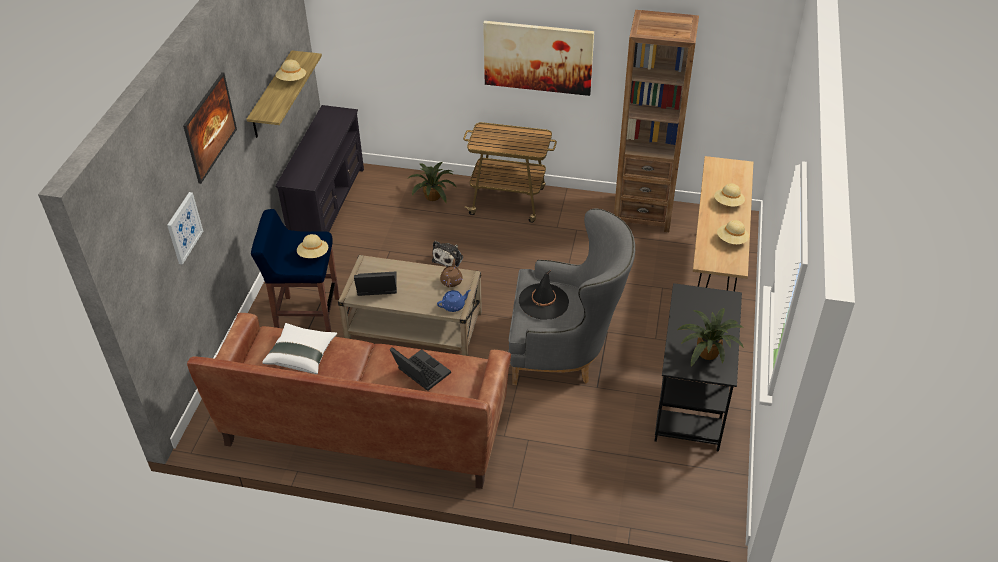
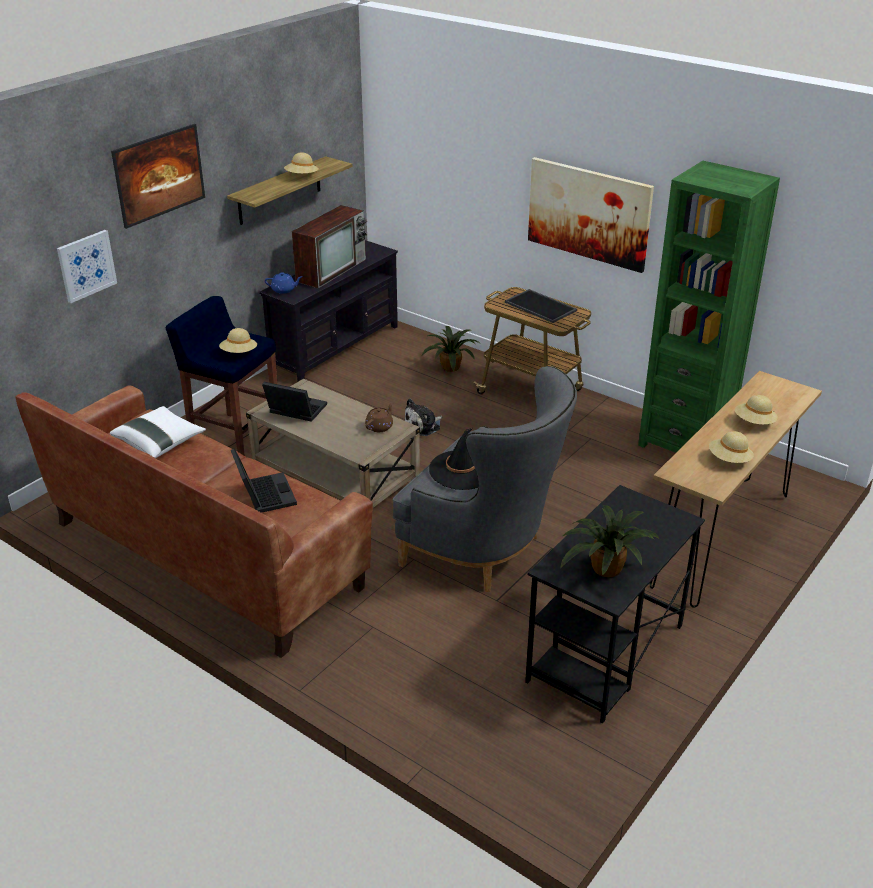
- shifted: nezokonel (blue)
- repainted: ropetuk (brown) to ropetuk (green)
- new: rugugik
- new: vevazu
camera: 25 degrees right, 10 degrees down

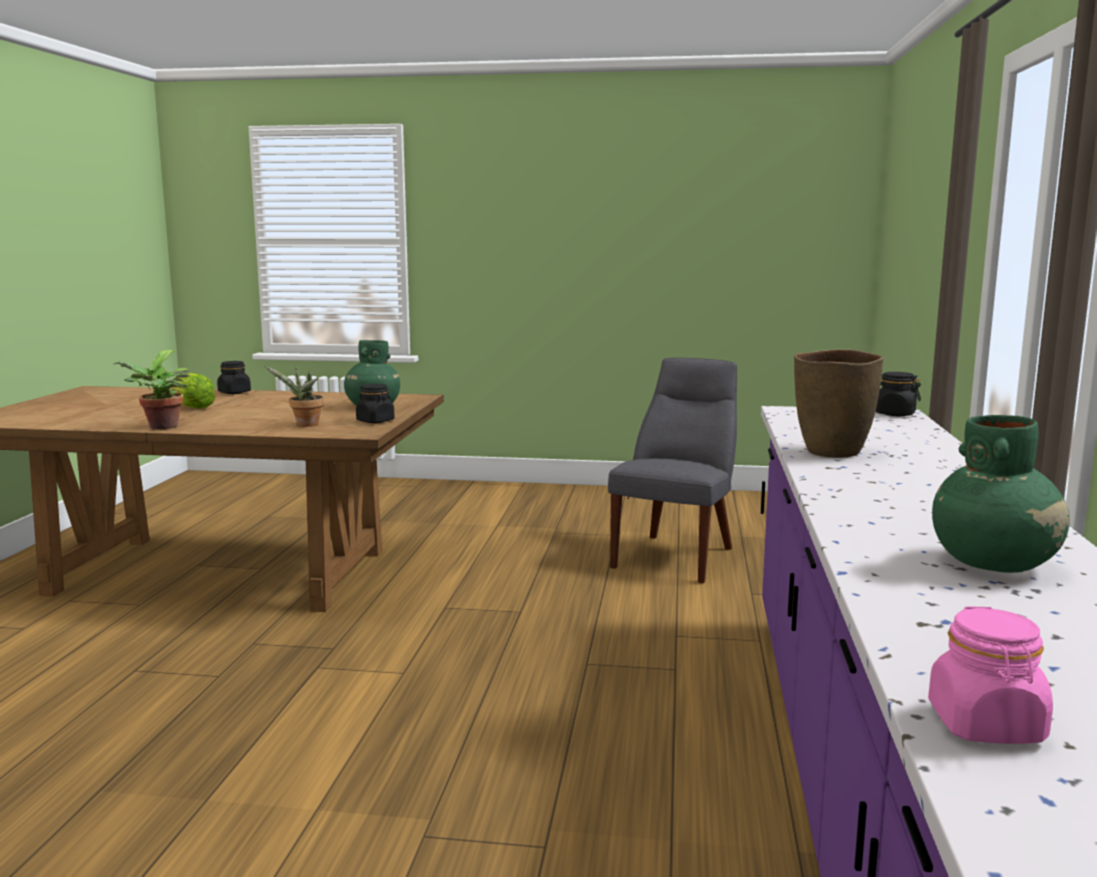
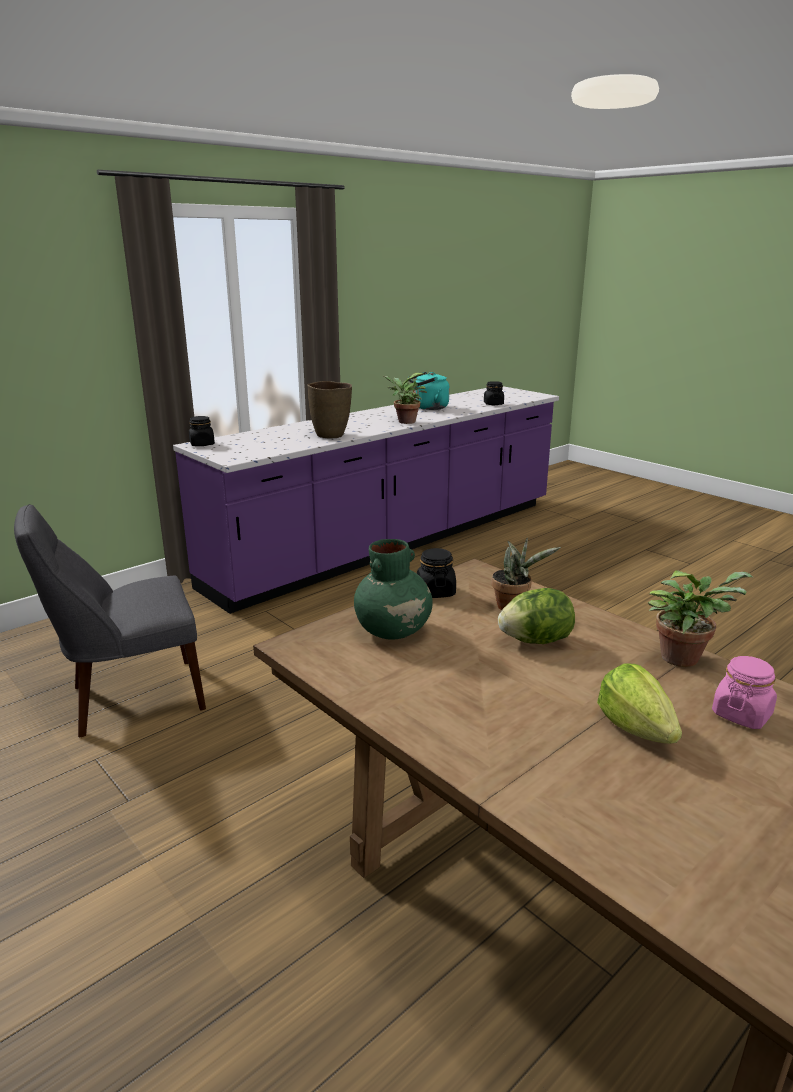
- shifted: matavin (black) (no. 1 from left in the first image) to matavin (black) (no. 3 from left)
- shifted: matavin (pink)
- swapped: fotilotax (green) (no. 2 from left) to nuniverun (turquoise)
- new: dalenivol (no. 1 from left)
- new: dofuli (no. 1 from left)
camera: 140 degrees left, 10 degrees up

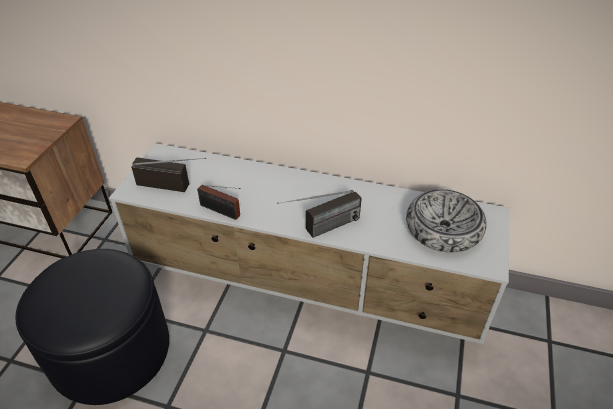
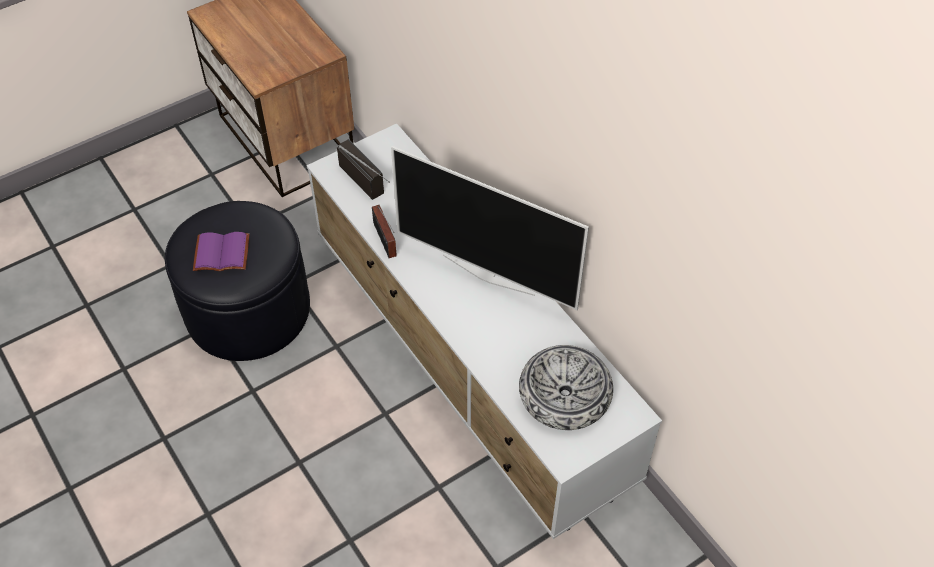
- gone: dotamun (no. 3 from left)
- new: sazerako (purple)
- new: rugugik
camera: 40 degrees right, 10 degrees up

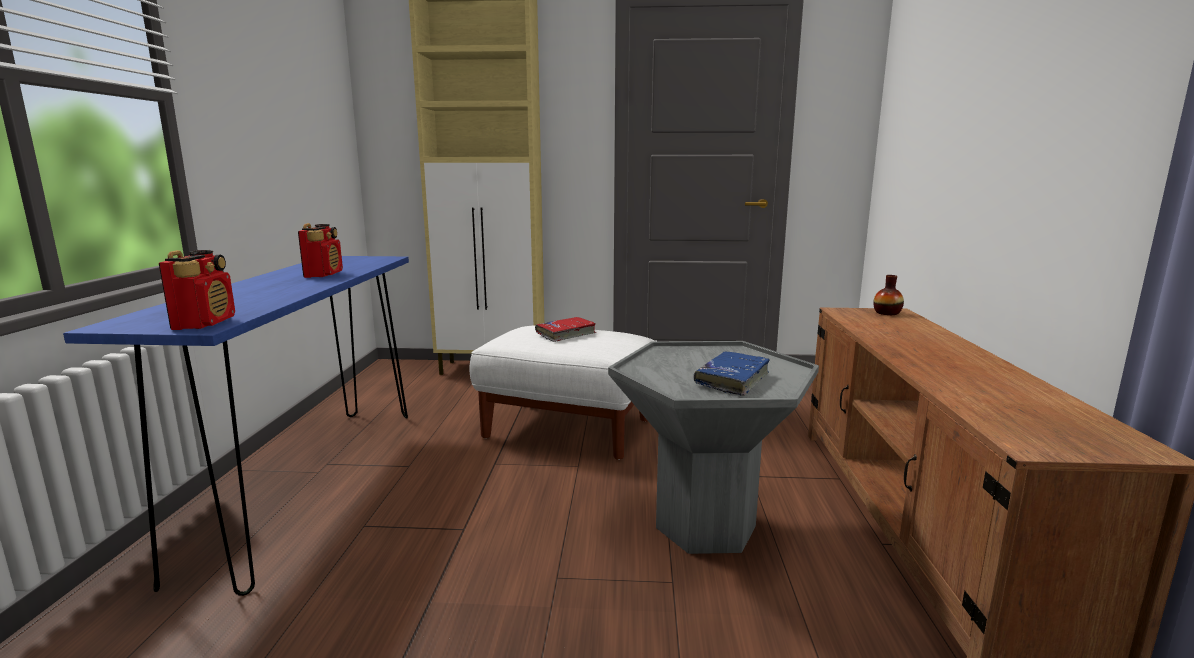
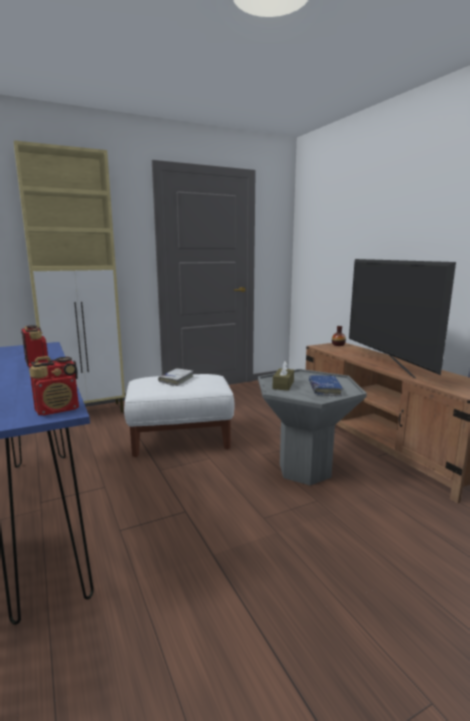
- rotated: dotamun (no. 1 from left in the first image) 90 degrees clockwise
- repainted: sazerako (red) to sazerako (white)
- new: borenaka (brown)
- new: rugugik
camera: 30 degrees left, 0 degrees up

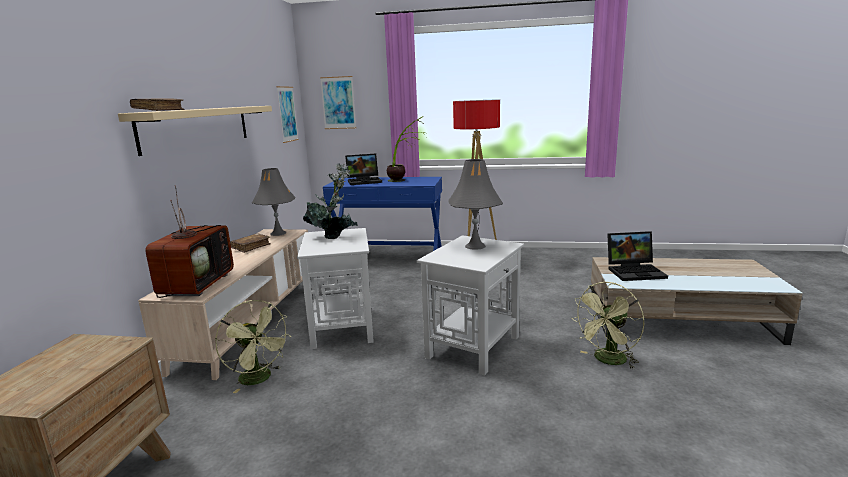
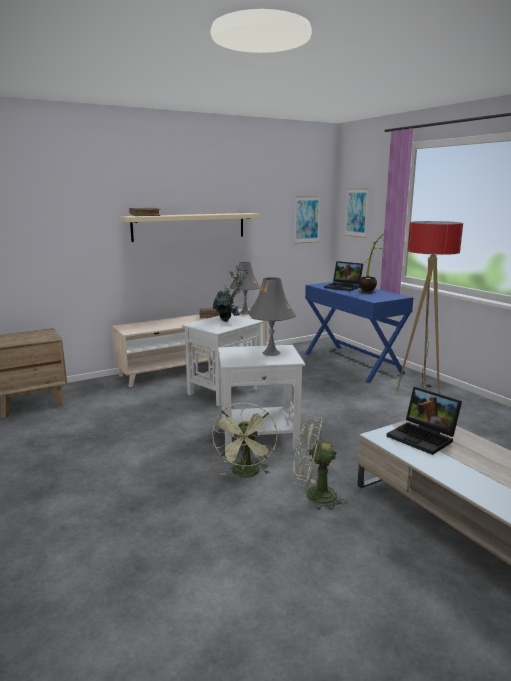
- gone: rugugik
- shifted: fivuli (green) (no. 1 from left)
camera: 50 degrees right, 0 degrees up

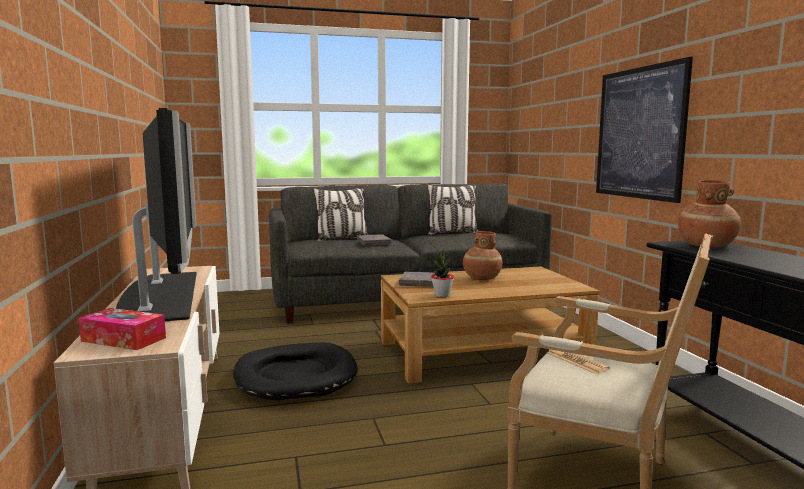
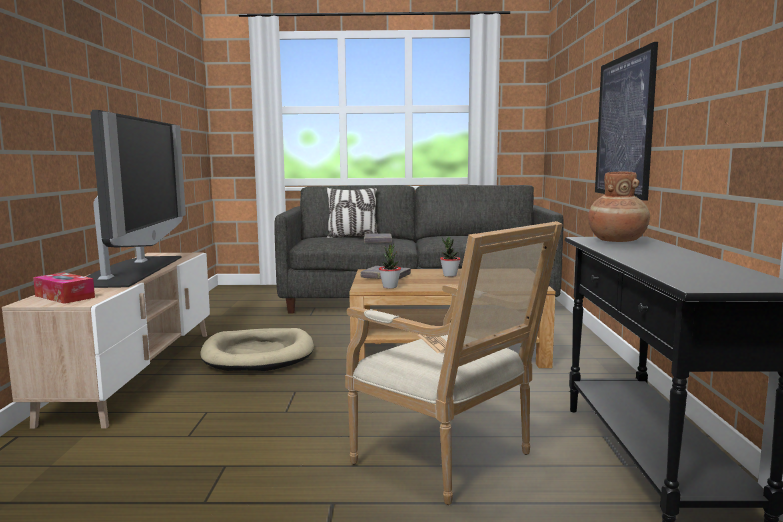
- repainted: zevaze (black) to zevaze (beige)
- gone: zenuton (no. 2 from left)
- swapped: fotilotax (brown) (no. 1 from left) to dalenivol (no. 2 from left)
camera: 15 degrees right, 0 degrees up

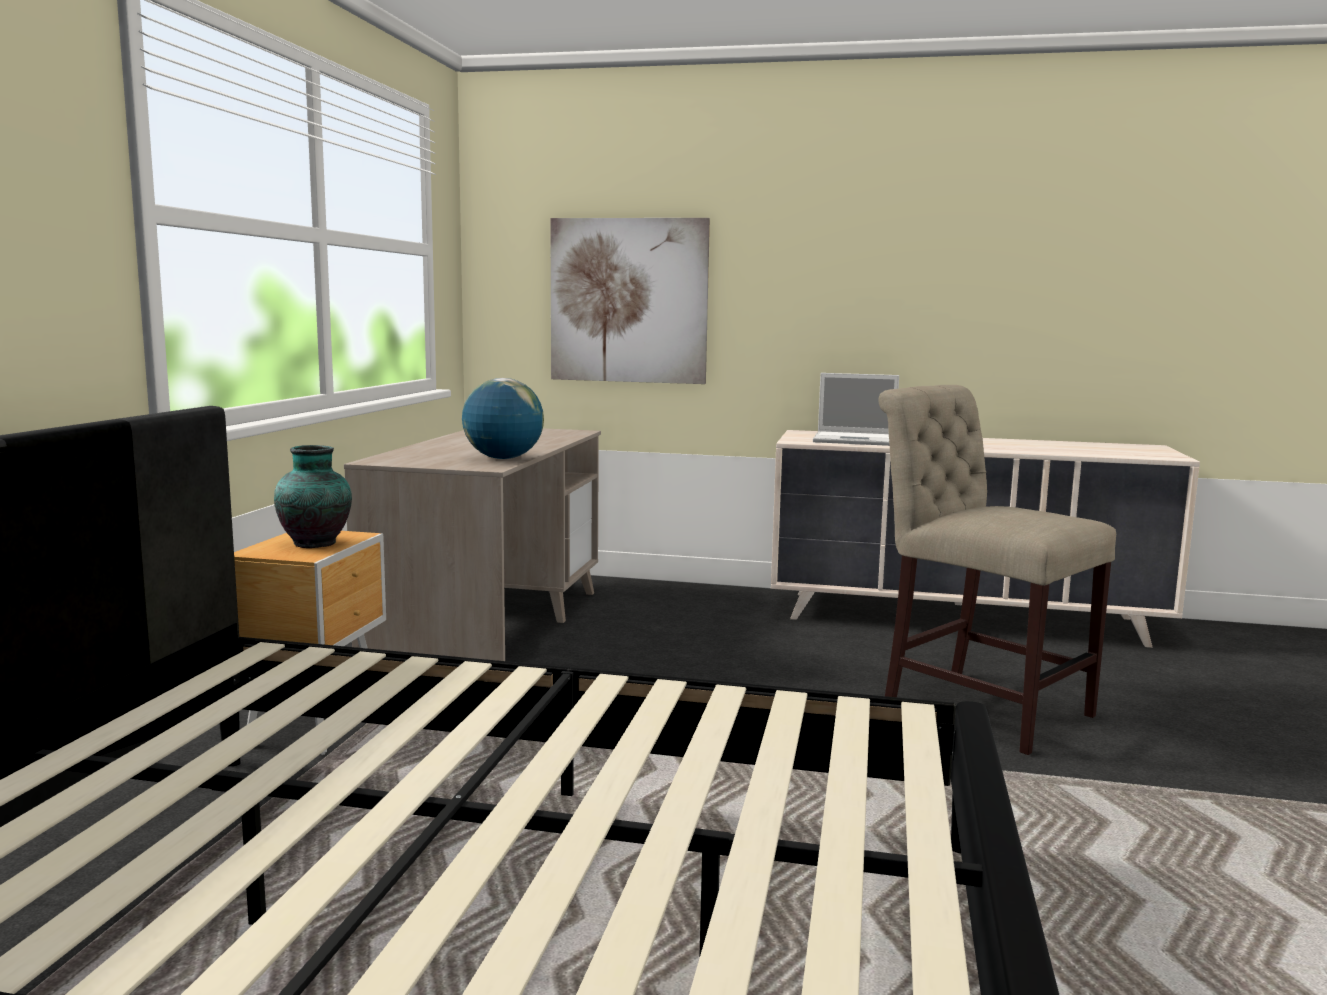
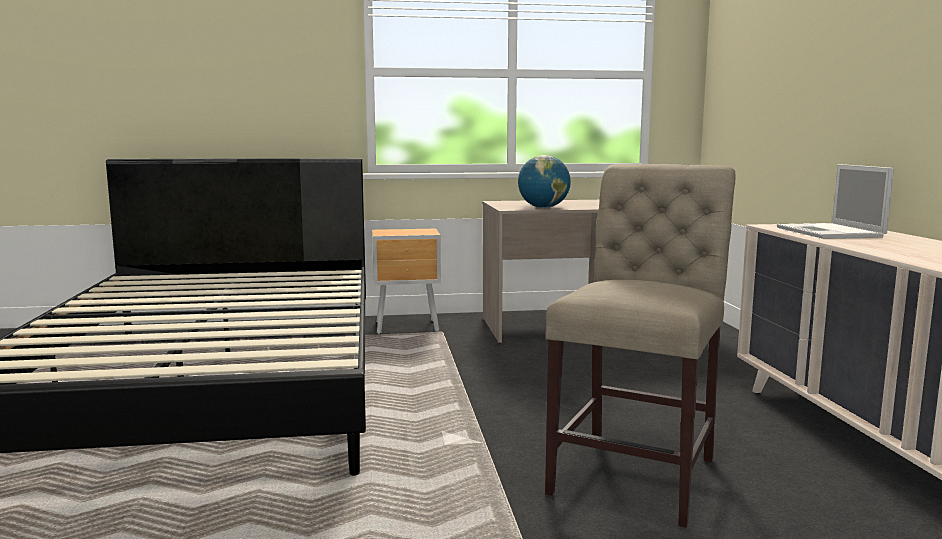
- gone: fotilotax
- gone: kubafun
camera: 70 degrees right, 0 degrees up

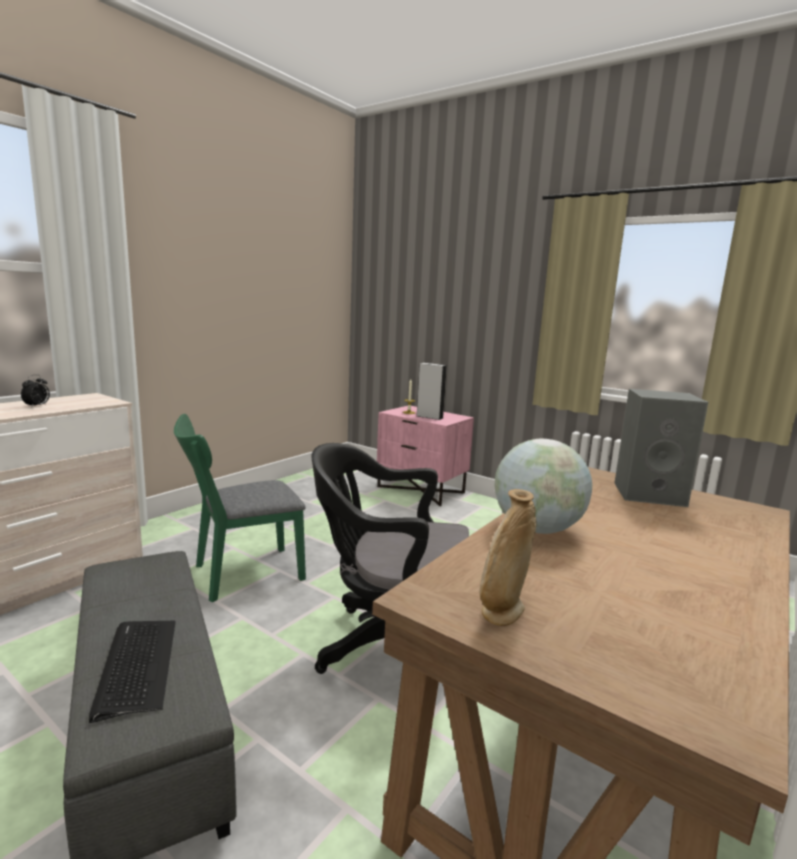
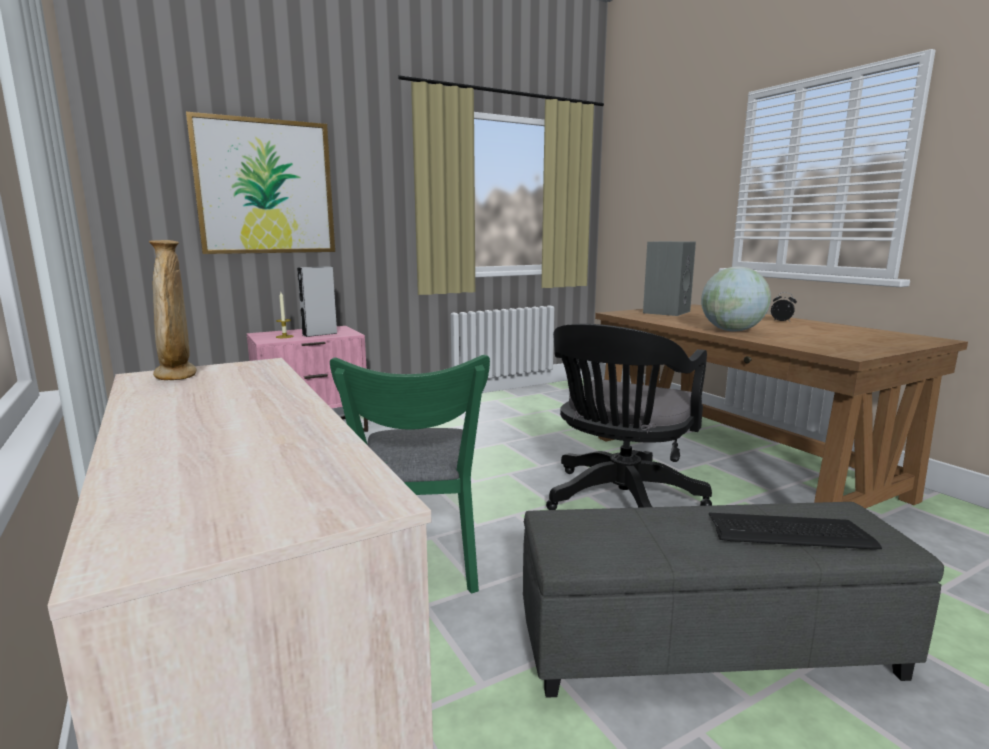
- shifted: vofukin
- shifted: fotilotax (beige)
- new: kubafun
camera: 65 degrees left, 0 degrees up

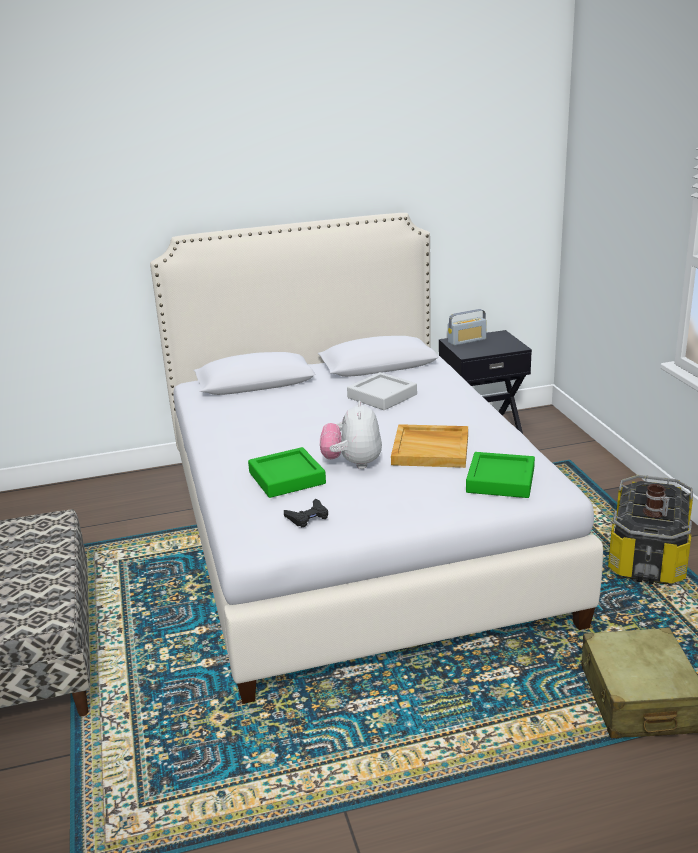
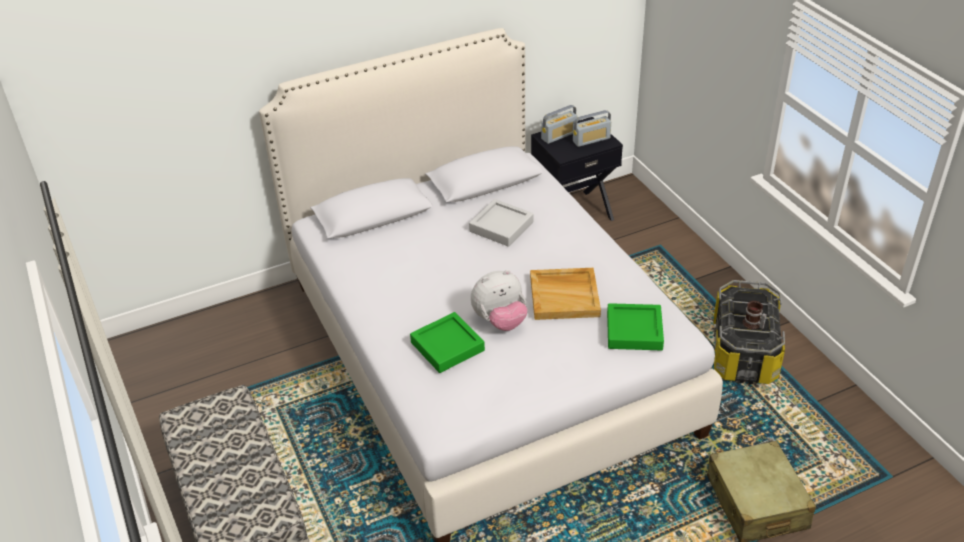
- gone: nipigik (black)
- rotated: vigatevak 105 degrees counterclockwise
- new: dotamun (no. 2 from left)
camera: 10 degrees left, 15 degrees up

